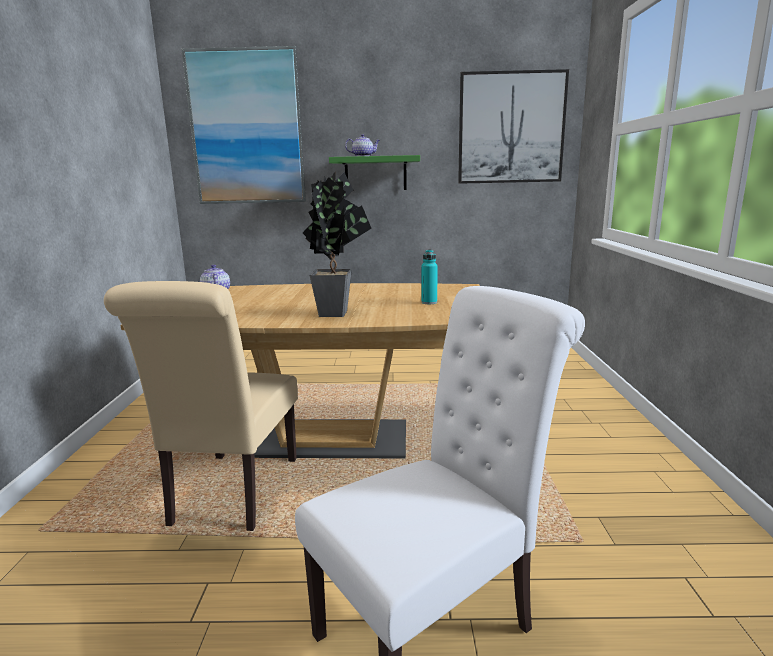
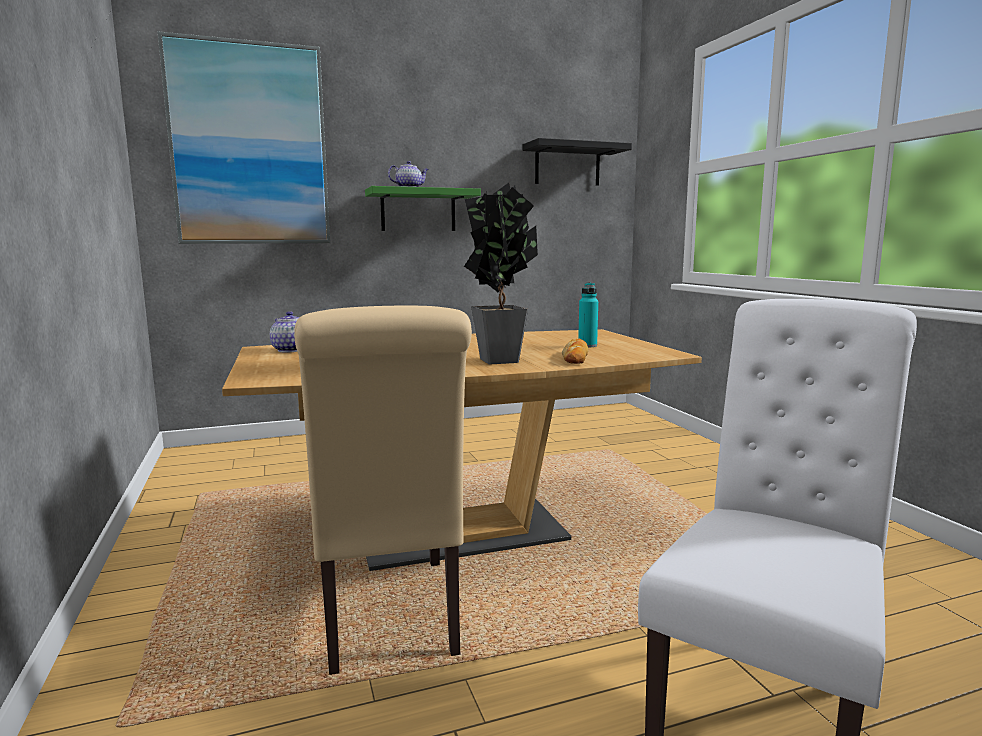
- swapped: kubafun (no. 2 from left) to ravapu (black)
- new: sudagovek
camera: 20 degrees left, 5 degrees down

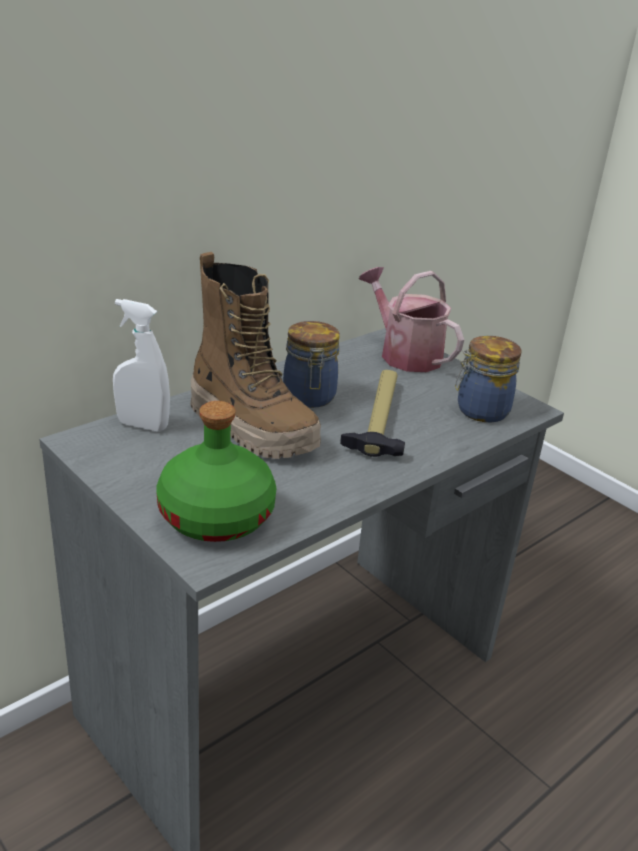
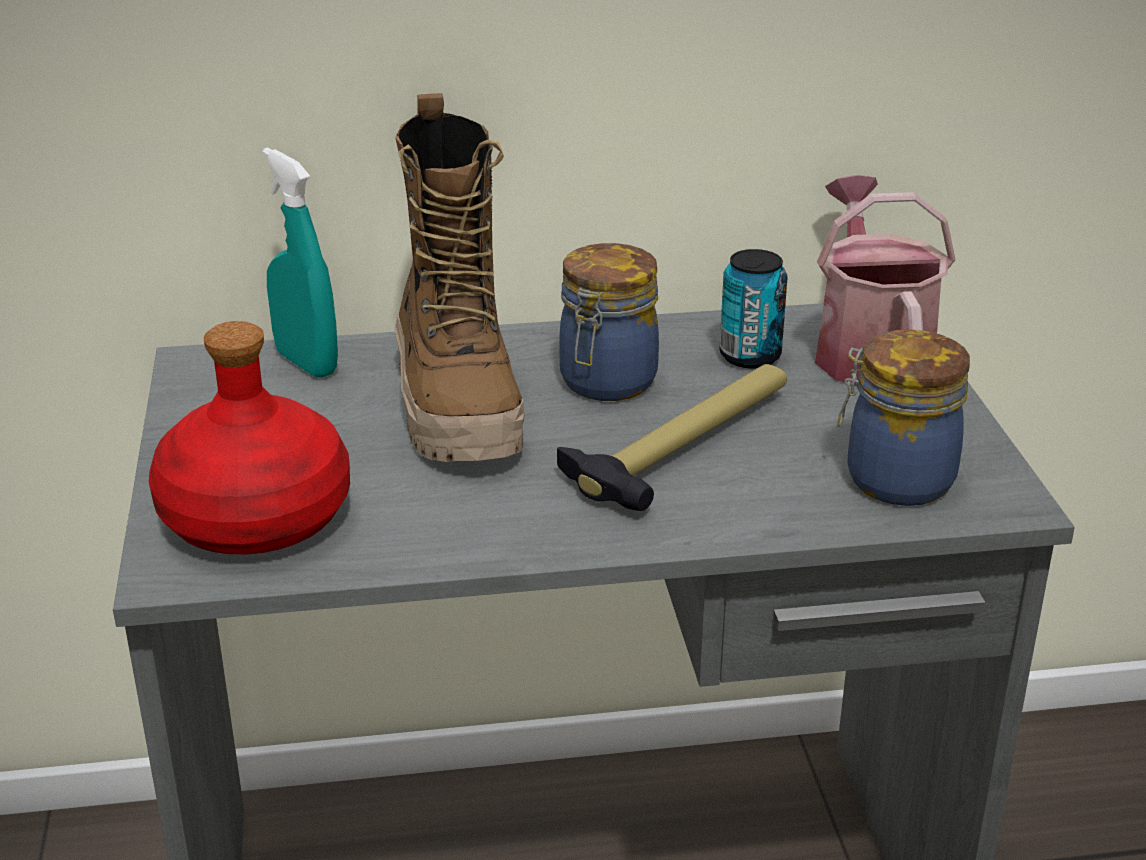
- repainted: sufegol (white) to sufegol (turquoise)
- repainted: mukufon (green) to mukufon (red)
- new: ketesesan
camera: 35 degrees right, 0 degrees up

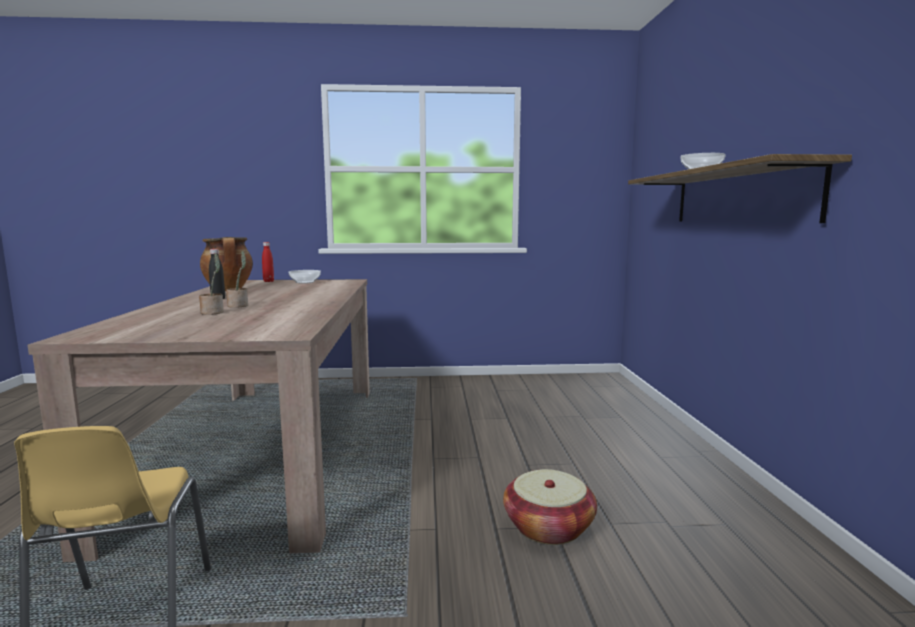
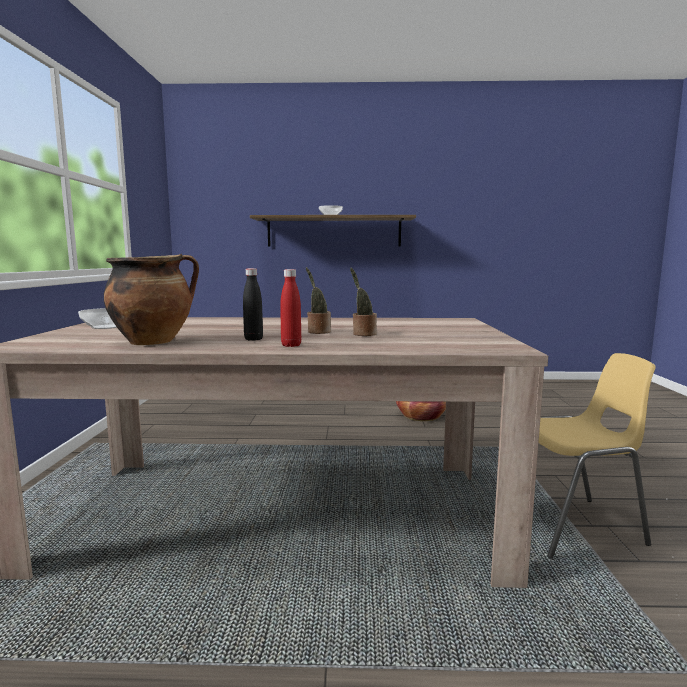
- shifted: mukufon (red)
camera: 85 degrees left, 0 degrees up

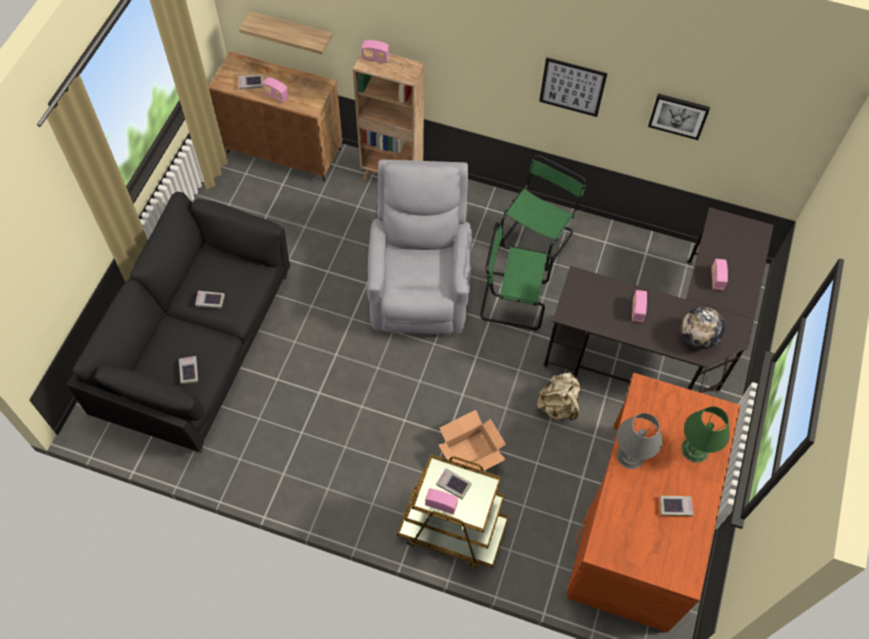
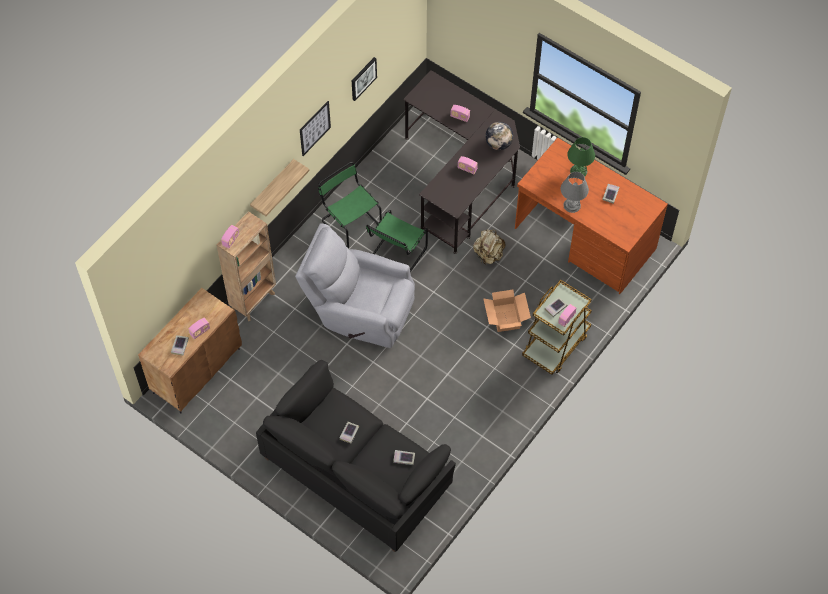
- shifted: ravapu
camera: 70 degrees left, 0 degrees up

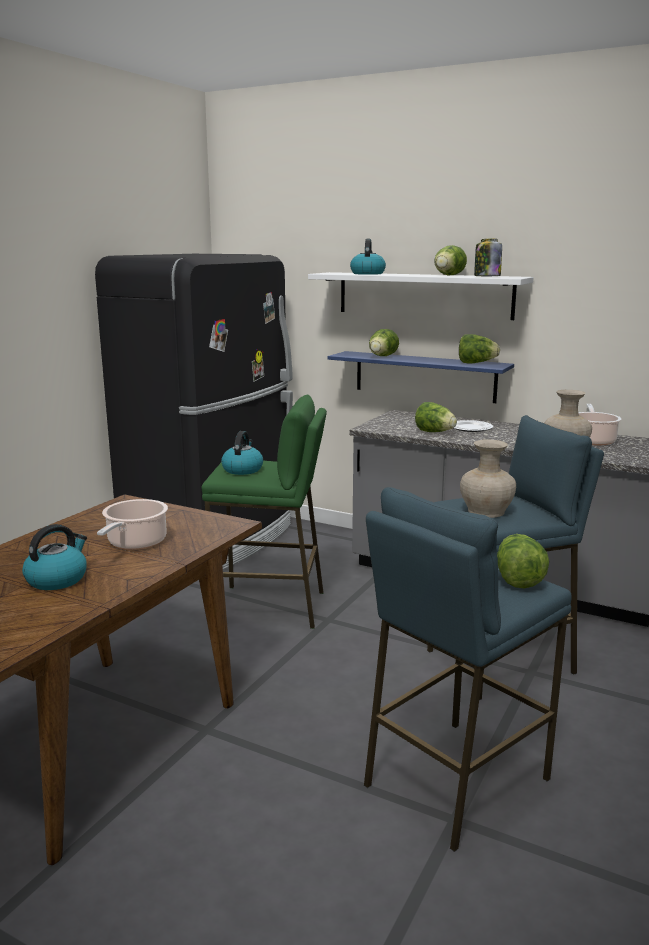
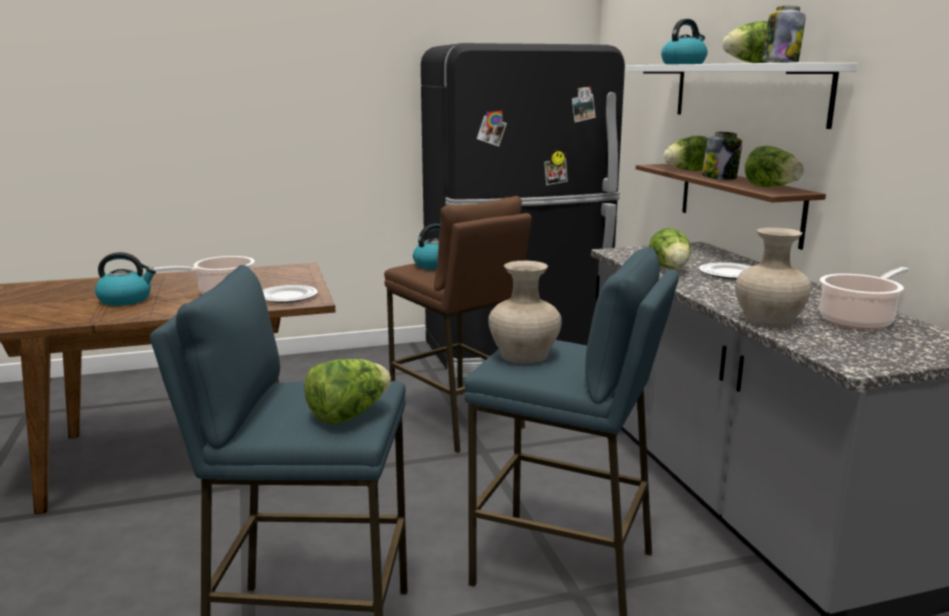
- repainted: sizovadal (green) to sizovadal (brown)
- repainted: ravapu (blue) to ravapu (brown)
- new: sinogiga (no. 1 from left)
- new: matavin (no. 1 from left)
camera: 45 degrees right, 0 degrees up

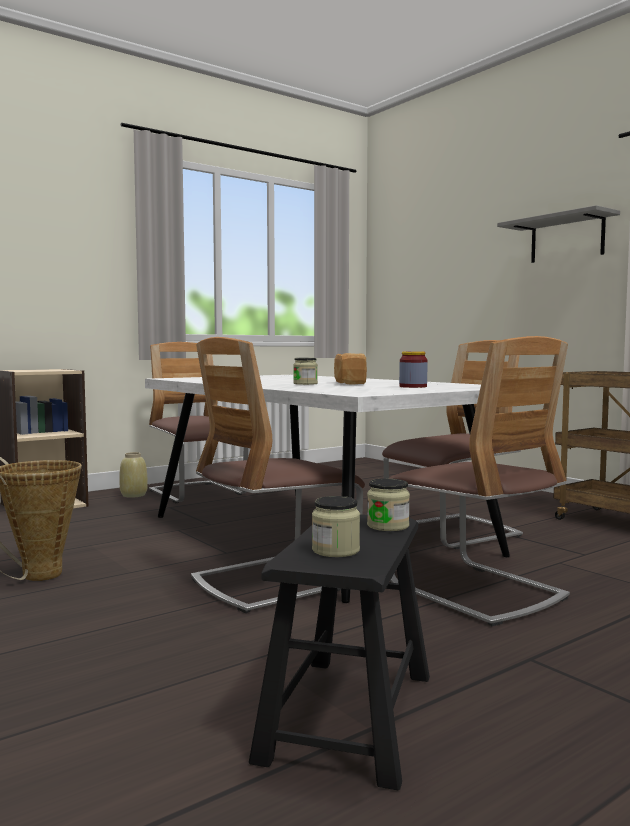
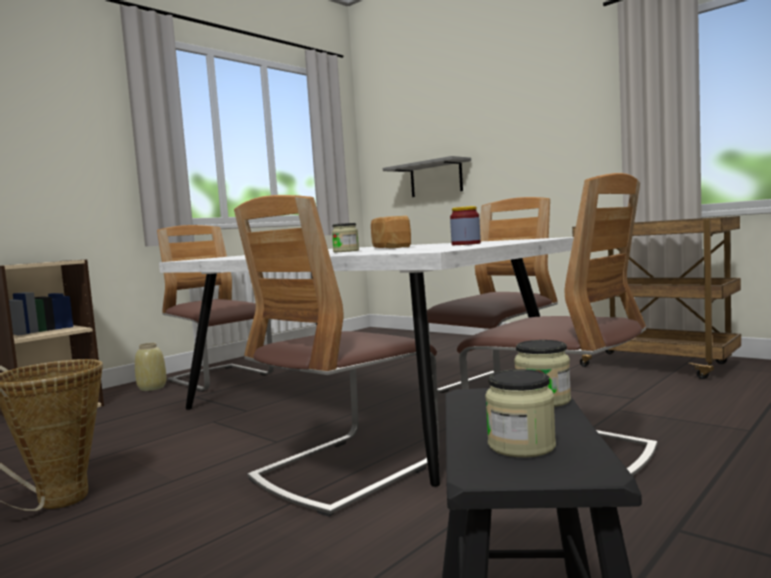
- shifted: ravapu (grey)
camera: 10 degrees left, 0 degrees up

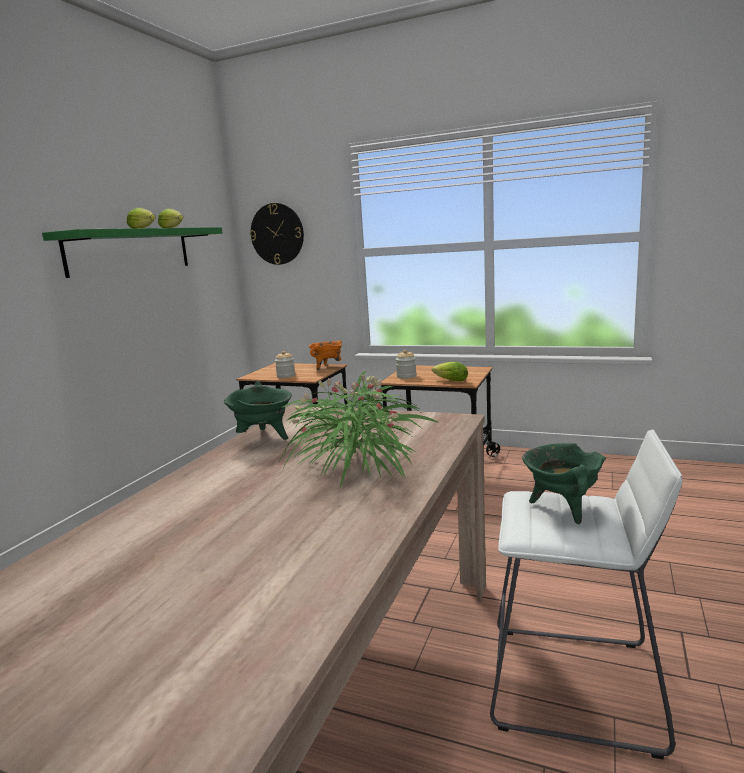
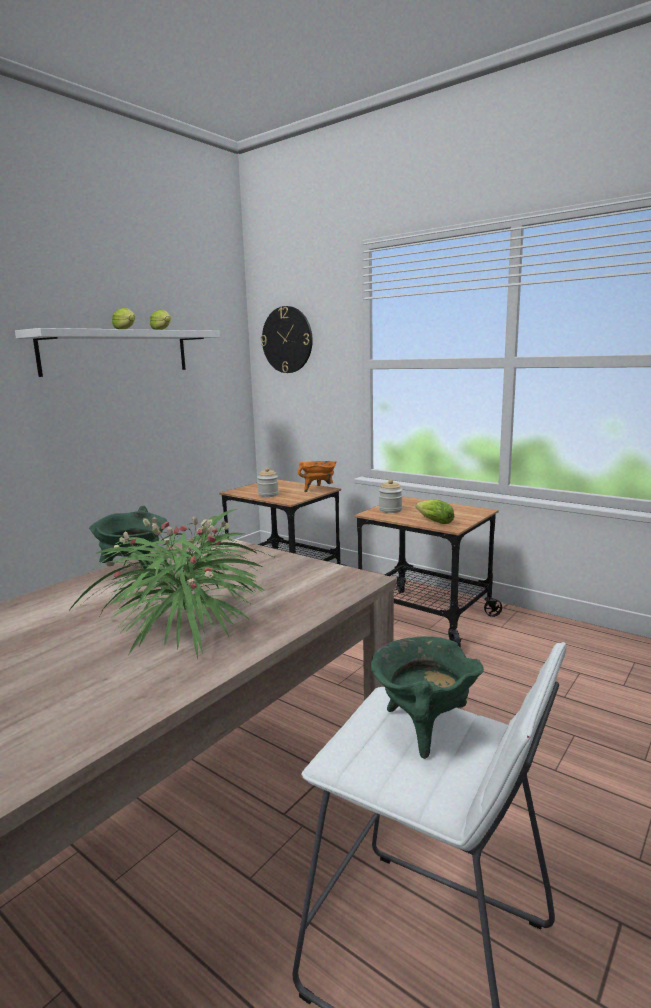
- repainted: ravapu (green) to ravapu (white)
camera: 15 degrees right, 0 degrees up

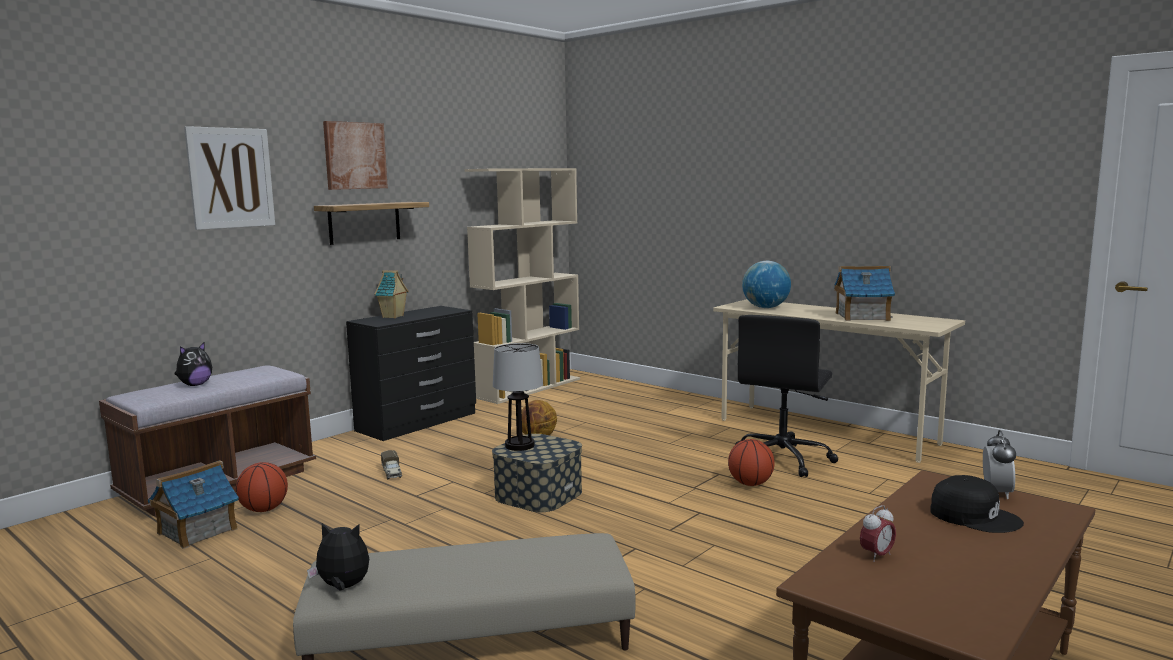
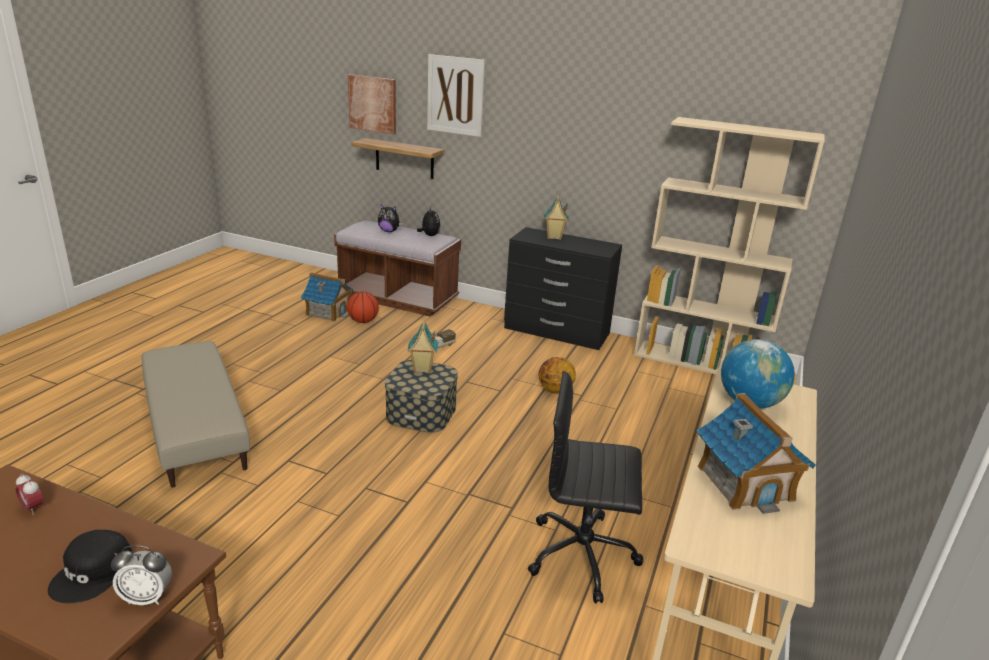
- shifted: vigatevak (no. 2 from left)
- shifted: ravapu
- shifted: kubafun (no. 2 from left in the first image) to kubafun (no. 1 from left)
- swapped: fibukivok to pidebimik (no. 2 from left)
- gone: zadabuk (no. 3 from left)
camera: 70 degrees right, 15 degrees up

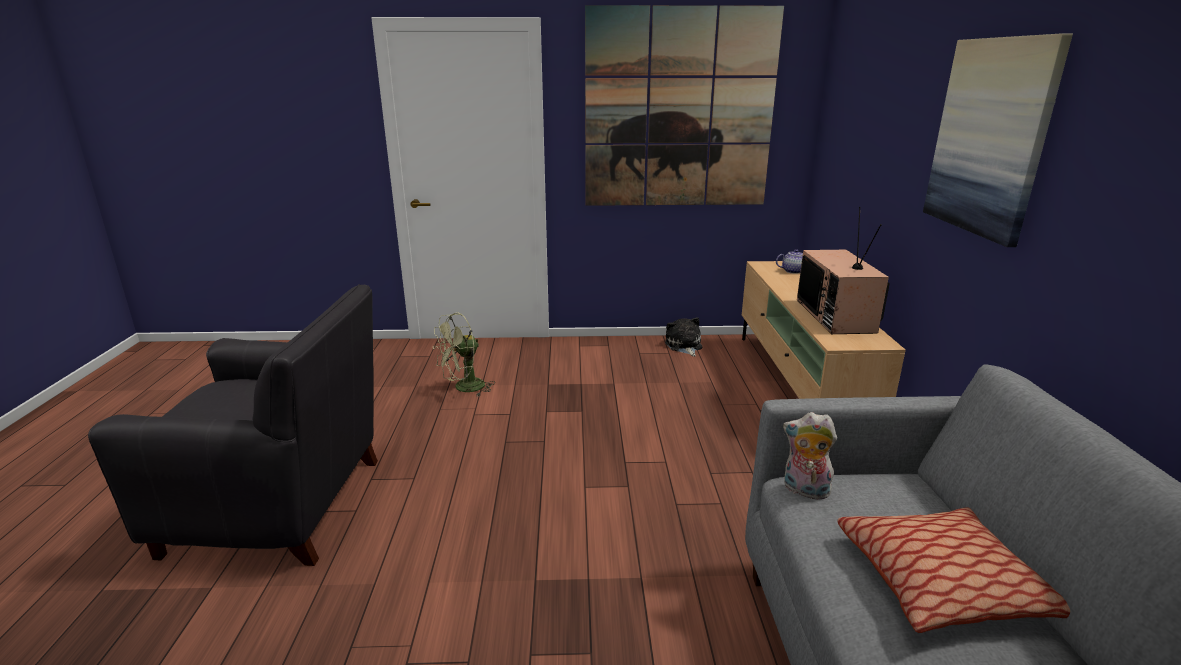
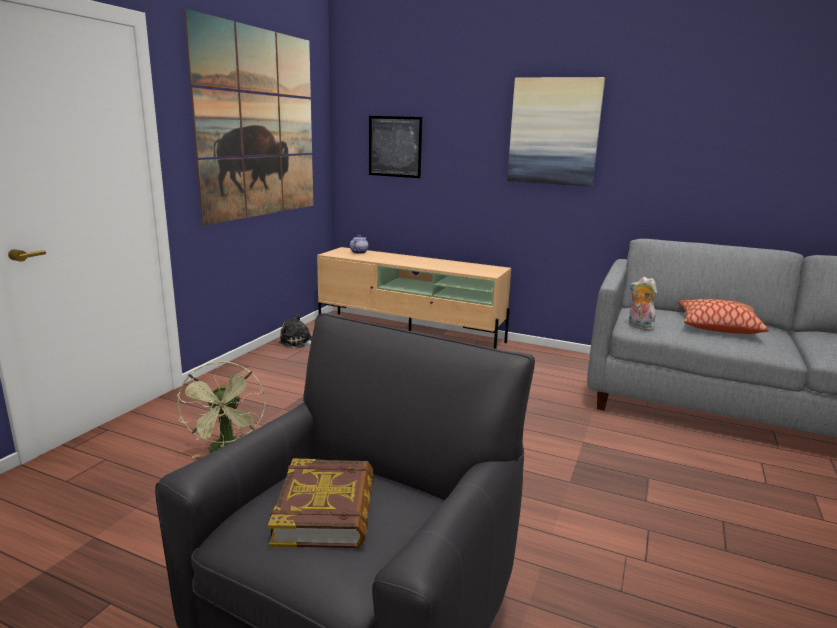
- rotated: vigatevak (no. 2 from left) 90 degrees clockwise
- gone: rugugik
- new: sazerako
- new: kubafun (no. 2 from left)
camera: 65 degrees left, 5 degrees down

